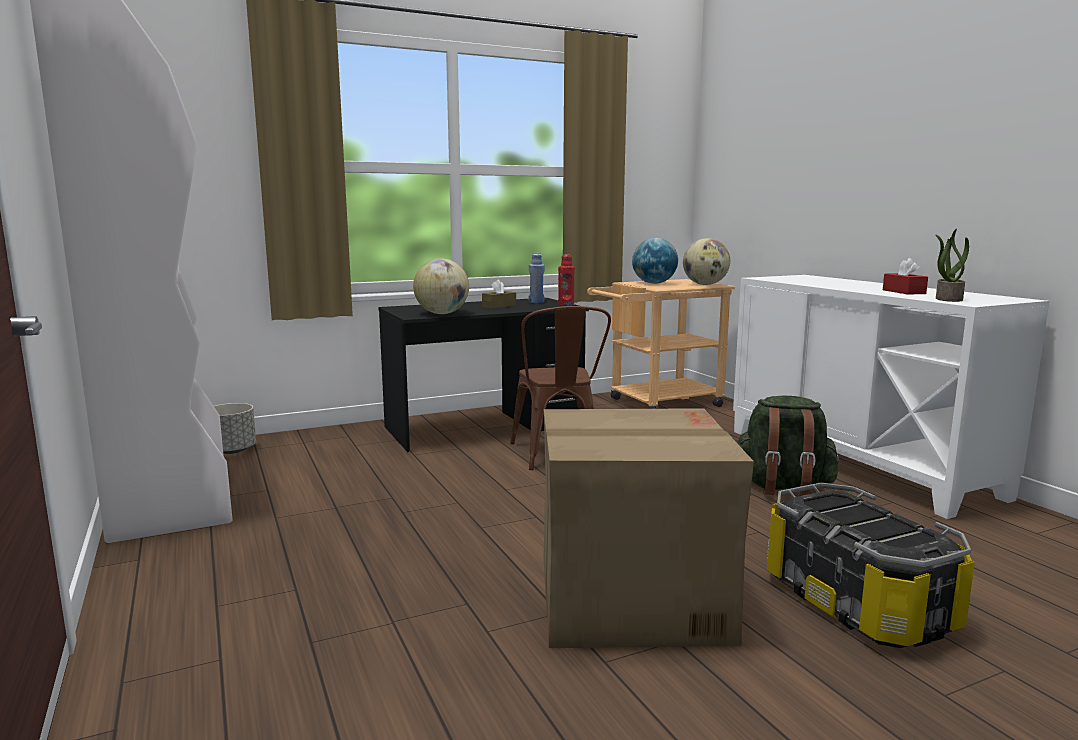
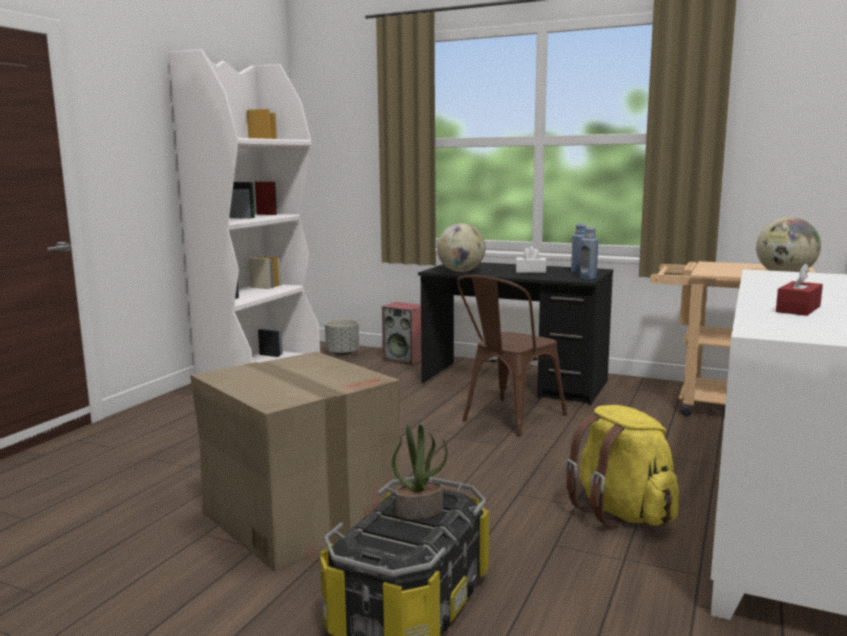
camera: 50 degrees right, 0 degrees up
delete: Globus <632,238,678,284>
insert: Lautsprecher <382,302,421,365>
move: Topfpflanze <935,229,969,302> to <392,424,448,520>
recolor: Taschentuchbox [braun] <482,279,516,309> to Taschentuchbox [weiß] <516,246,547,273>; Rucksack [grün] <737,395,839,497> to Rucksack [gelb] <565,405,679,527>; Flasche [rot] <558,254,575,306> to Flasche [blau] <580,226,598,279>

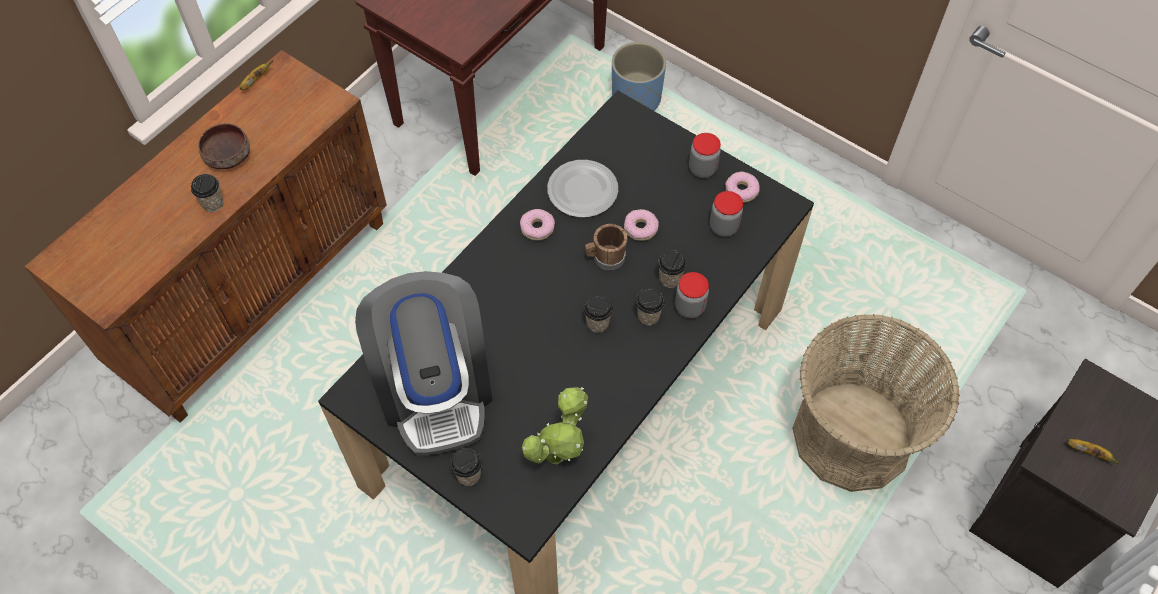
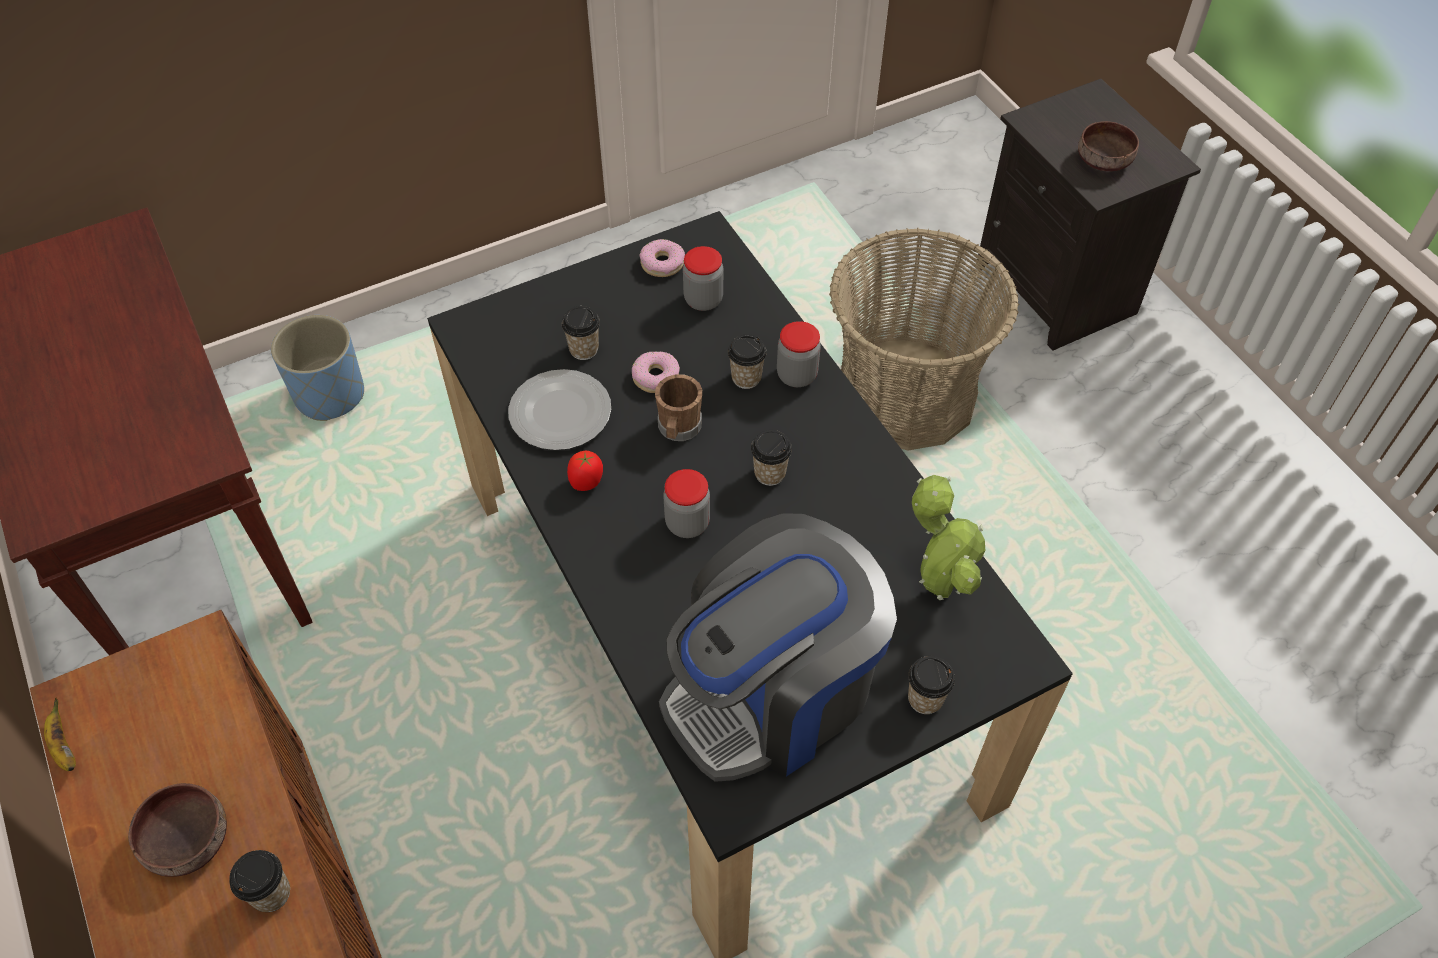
camera: 65 degrees left, 5 degrees down
move: Tasse <636,288,665,326> to <562,306,600,360>; Vorratsglas <689,133,721,178> to <663,469,710,538>
replace: Donut <520,209,555,241> to Tomate <567,451,603,491>; Banane <1067,439,1120,464> to Schüssel [braun] <1078,121,1139,171>
rotate: Kaffeemaschine <355,271,493,455> = <659,513,897,782> 135 degrees clockwise

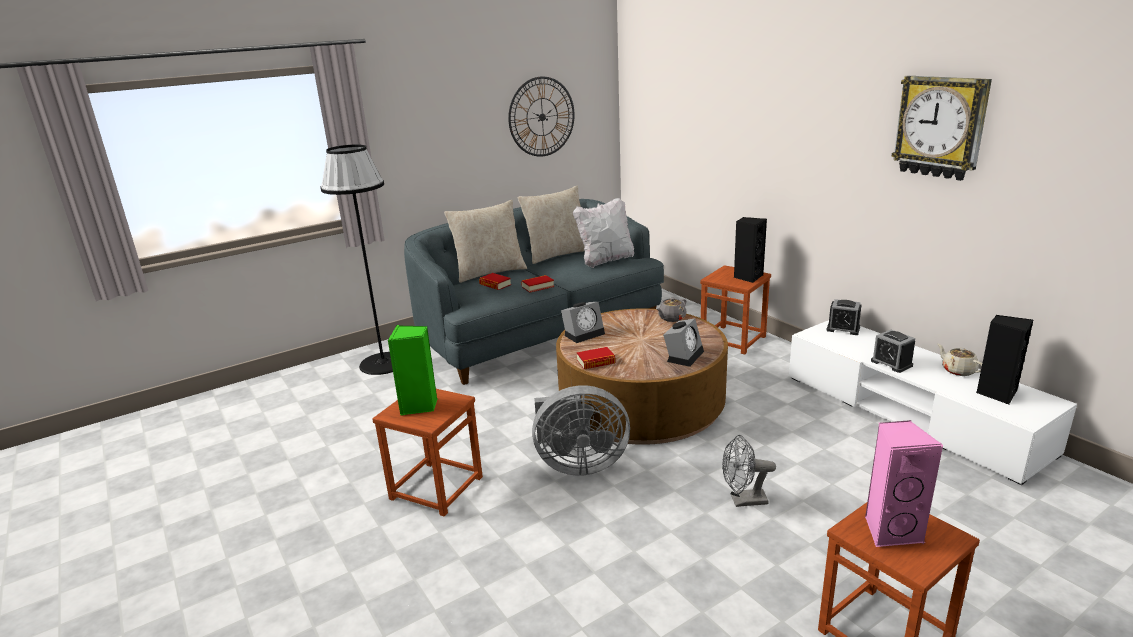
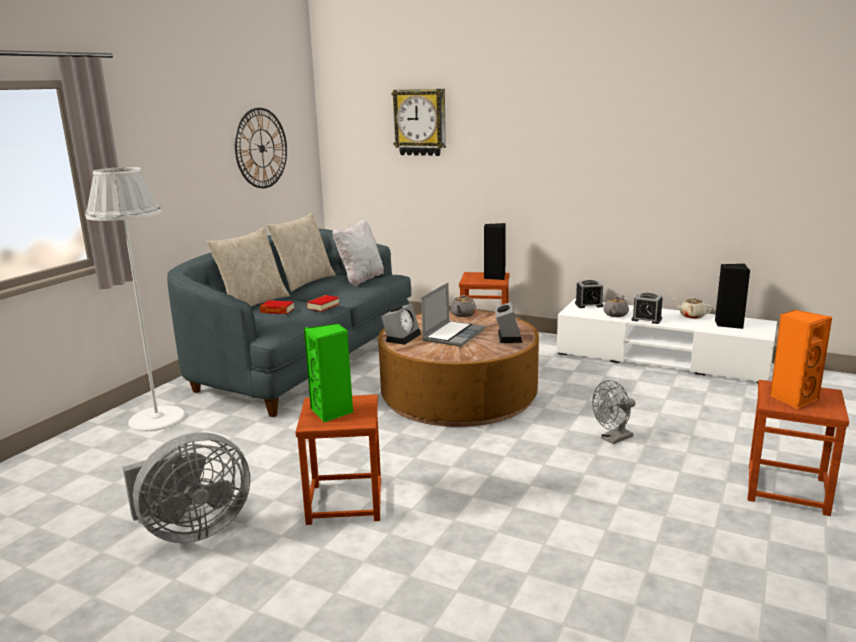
camera: 30 degrees left, 5 degrees down
delete: Buch <577,347,616,369>
insert: Laptop <421,283,485,347>; Teekanne [grau] <603,295,629,317>
move: Ventilator [grau] <532,385,630,476> to <123,432,250,543>; Wanduhr <891,76,992,181> to <391,89,446,156>
recolor: Stehlampe [schwarz] <321,144,393,375> to Stehlampe [weiß] <85,167,186,431>; Lautsprecher [rosa] <865,420,944,547> to Lautsprecher [orange] <770,310,832,409>

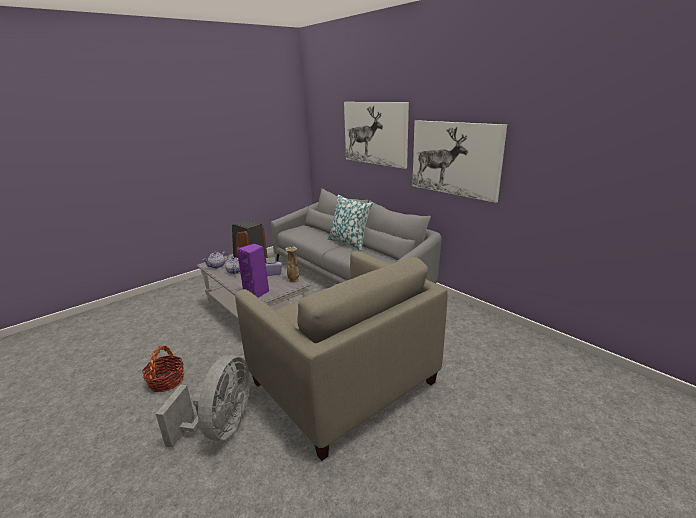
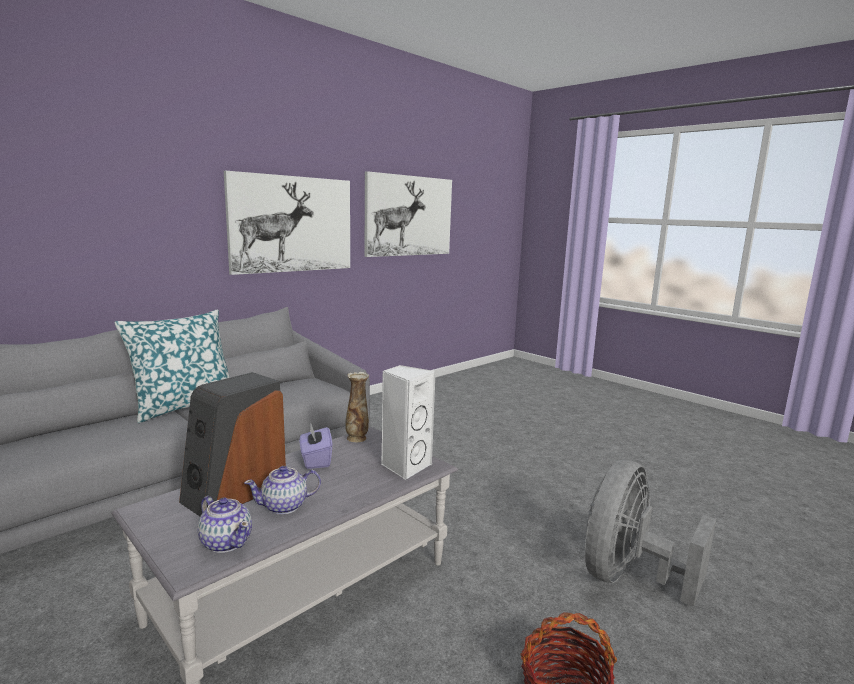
camera: 95 degrees left, 10 degrees down
delete: Sessel [beige] <235,251,448,461>
move: Bild <344,102,409,169> to <364,171,452,257>
recolor: Lautsprecher [lila] <237,243,269,298> to Lautsprecher [weiß] <381,365,436,480>
rotate: Ventilator [grau] <156,355,250,447> = <585,460,716,607> 60 degrees counterclockwise

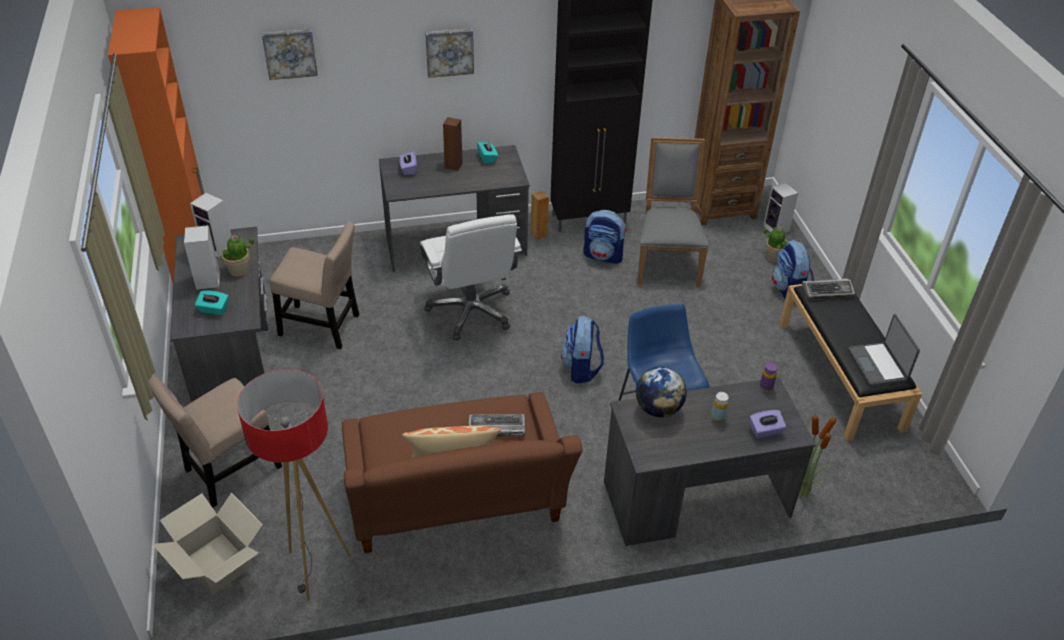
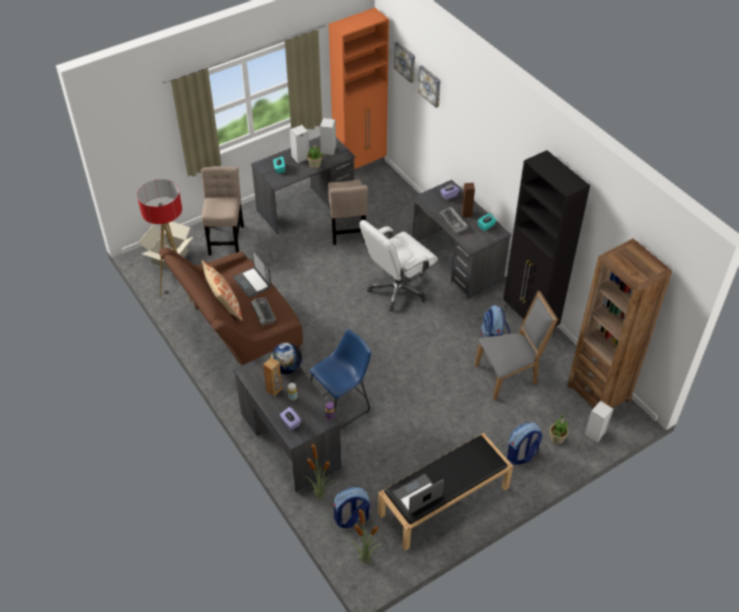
camera: 70 degrees right, 5 degrees up
insert: Laptop <233,249,271,298>; Topfpflanze <350,506,381,564>
move: Lautsprecher [braun] <530,190,549,240> to <263,358,282,396>; Rucksack <561,316,604,383> to <334,487,370,528>; Bild <425,28,474,78> to <394,41,415,83>; Tastatur <802,279,855,300> to <439,207,468,234>
rotate: Stuhl [beige] <149,376,282,507> = <201,167,244,255> 60 degrees clockwise

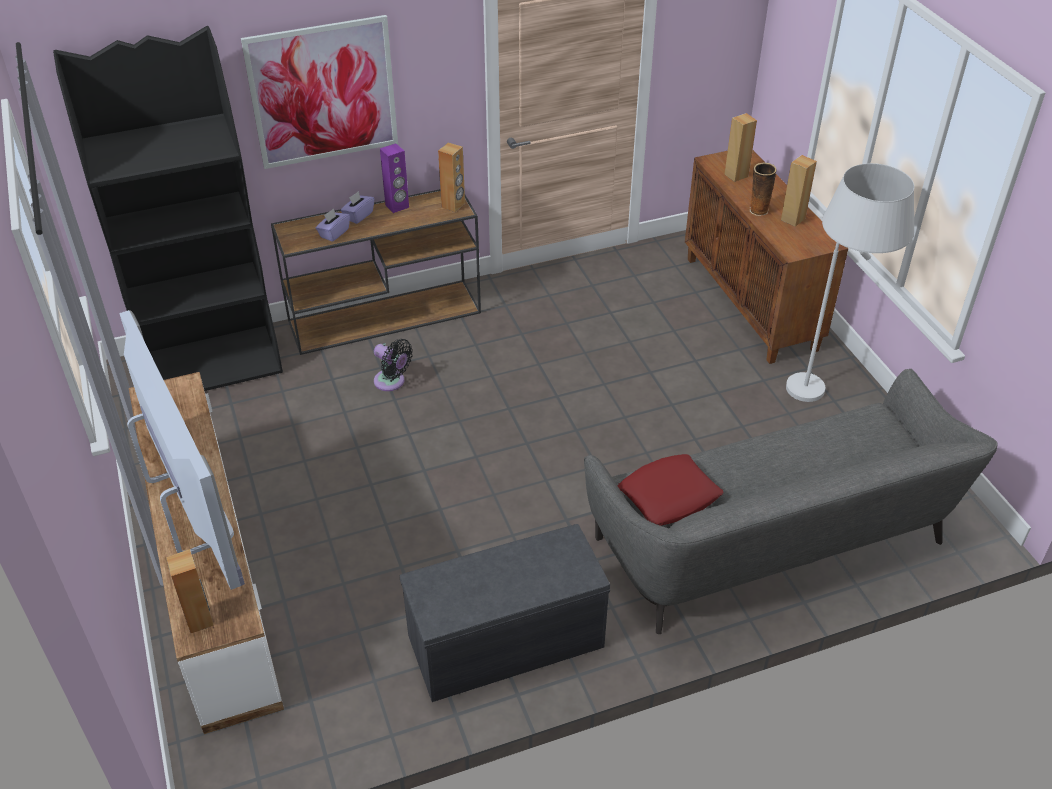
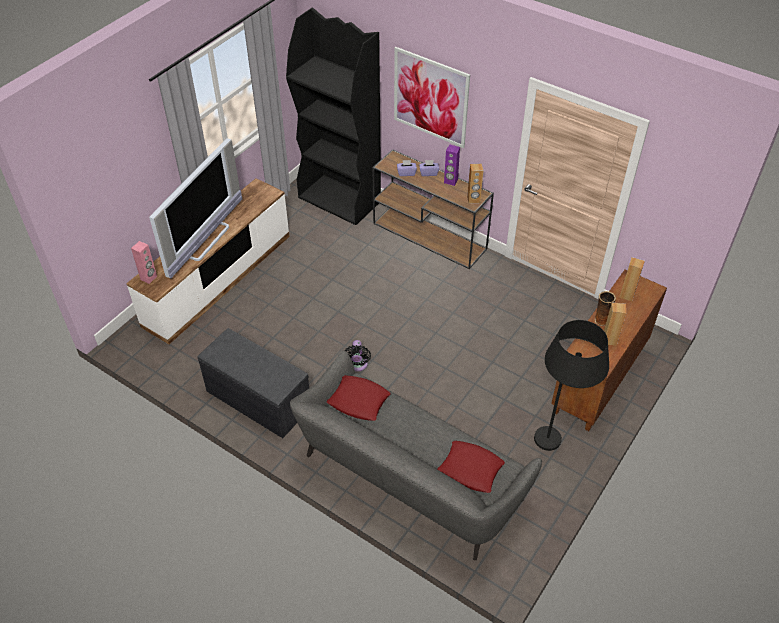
camera: 55 degrees right, 5 degrees up
insert: Kissen [rot] <437,441,505,493>
move: Ventilator [schwarz] <374,339,413,391> to <345,340,371,371>
recolor: Lautsprecher [braun] <166,549,214,633> to Lautsprecher [rosa] <131,241,157,284>; Stehlampe [weiß] <786,163,914,402> to Stehlampe [schwarz] <534,320,609,451>

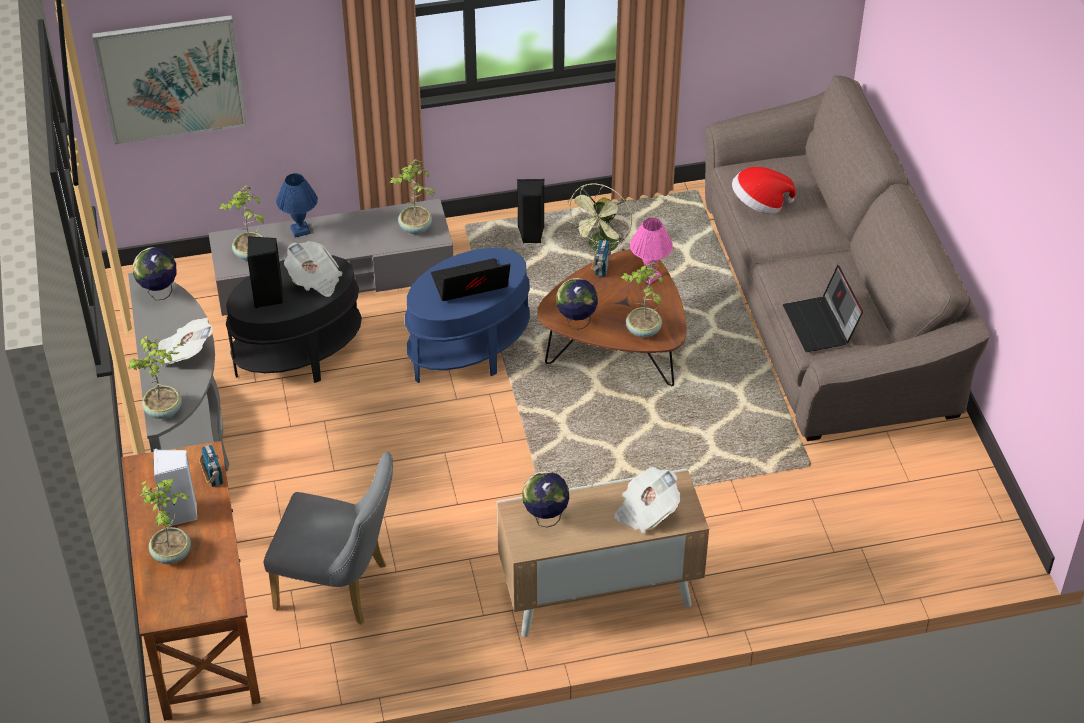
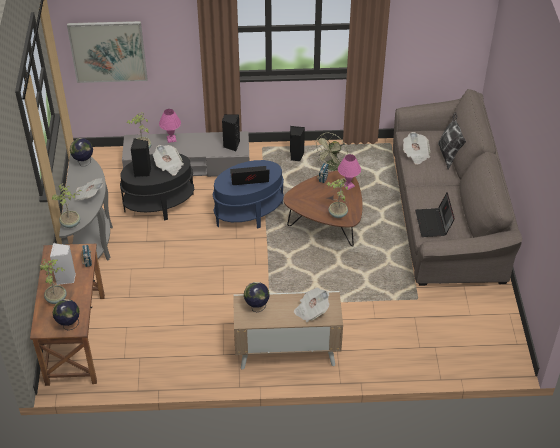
camera: 10 degrees right, 0 degrees up
delete: Stuhl [grau] <264,452,393,625>
insert: Kissen <438,112,466,169>
move: Globus <556,278,598,330> to <53,299,80,330>
replace: Topfpflanze <389,159,435,234> to Lautsprecher [schwarz] <222,114,240,151>; Hut <732,167,796,214> to Zeitung <403,132,430,165>
recolor: Tischlampe [blau] <276,173,318,238> to Tischlampe [rosa] <159,109,181,143>

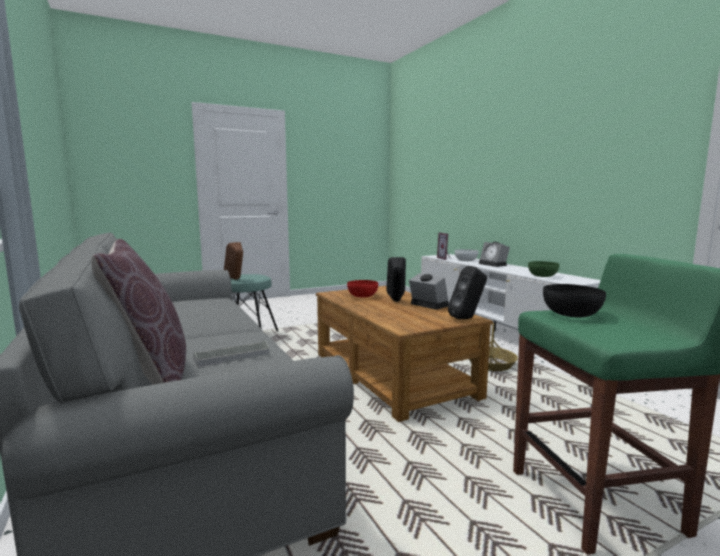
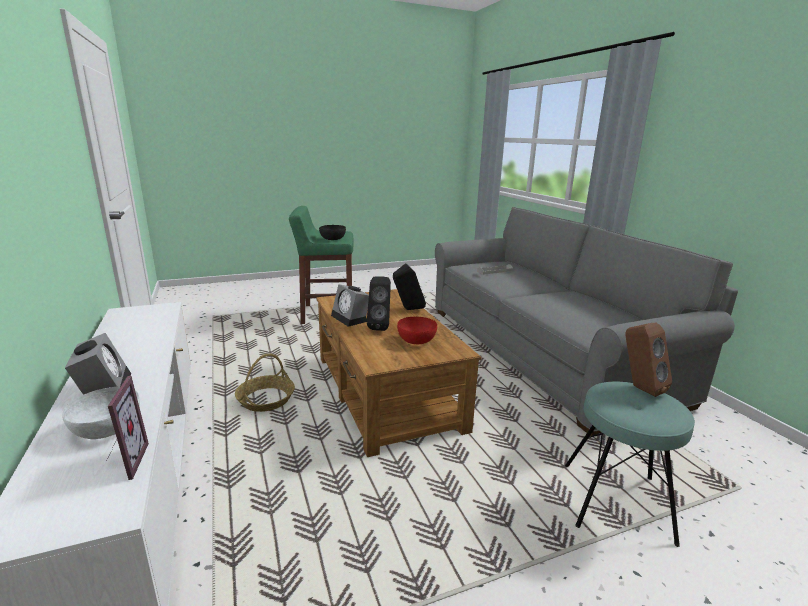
camera: 175 degrees left, 10 degrees up
delete: Kissen [braun] <91,239,186,385>; Schüssel [grün] <528,261,559,277>
move: Lautsprecher [schwarz] <448,266,487,319> to <393,263,426,310>

